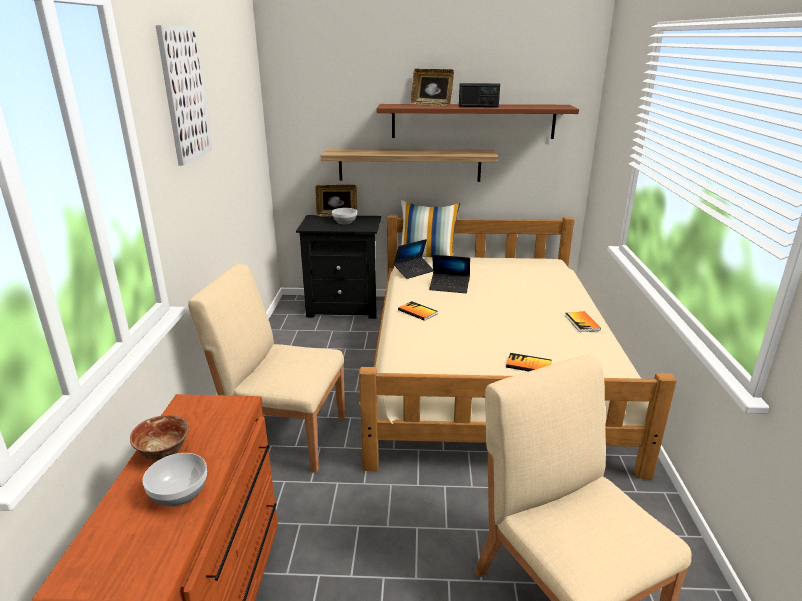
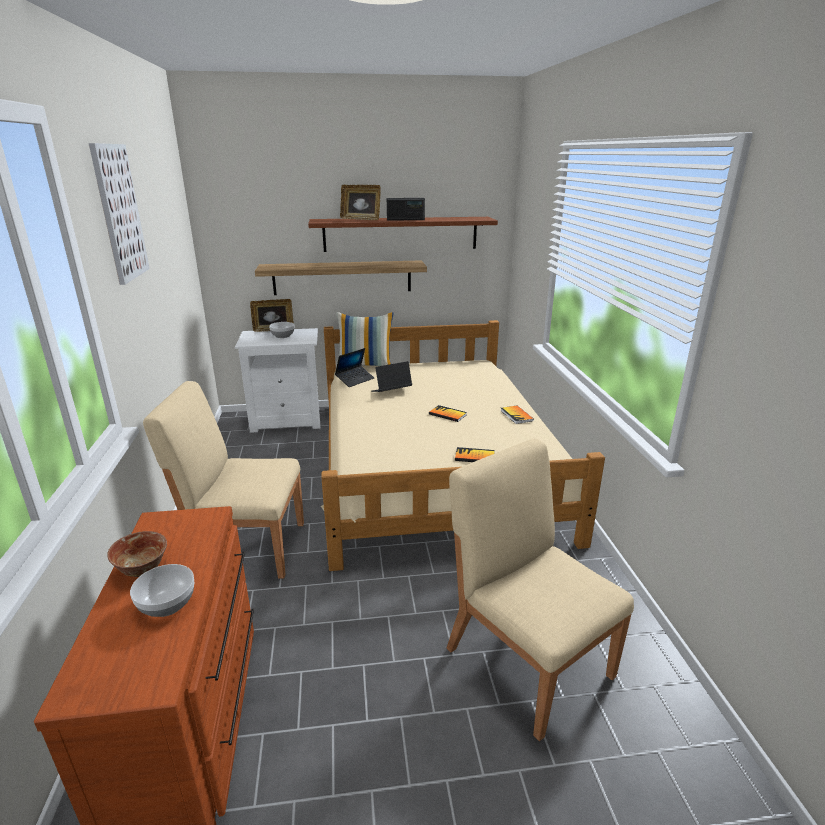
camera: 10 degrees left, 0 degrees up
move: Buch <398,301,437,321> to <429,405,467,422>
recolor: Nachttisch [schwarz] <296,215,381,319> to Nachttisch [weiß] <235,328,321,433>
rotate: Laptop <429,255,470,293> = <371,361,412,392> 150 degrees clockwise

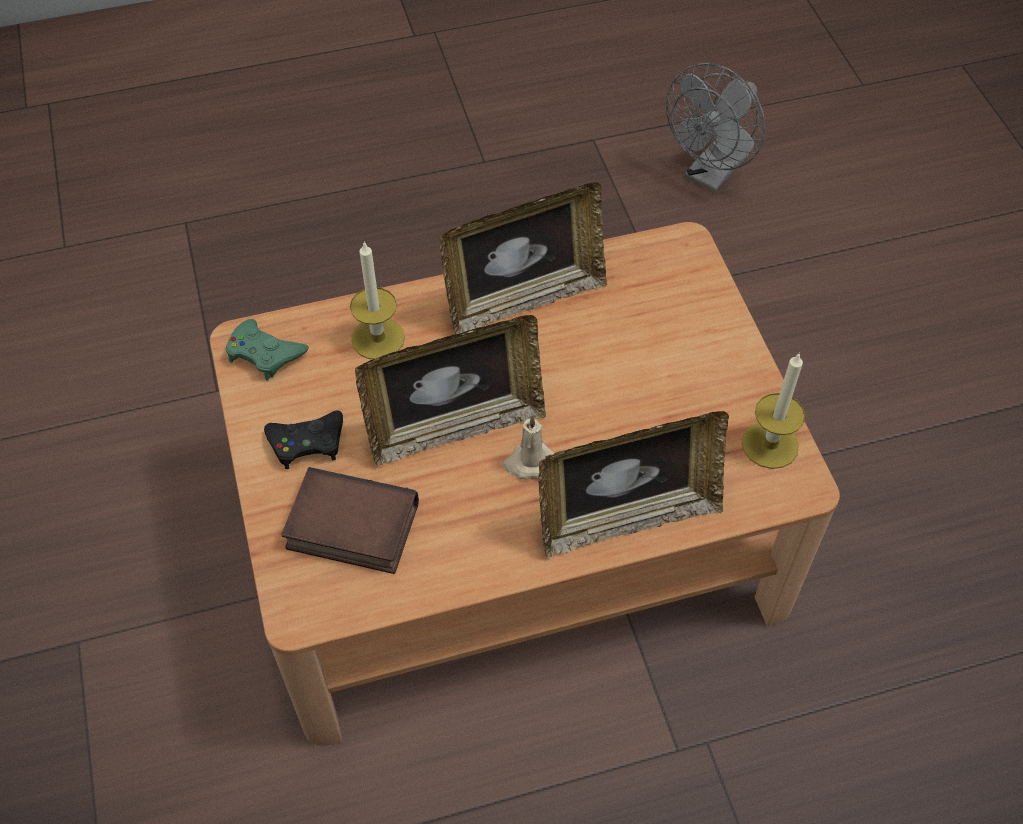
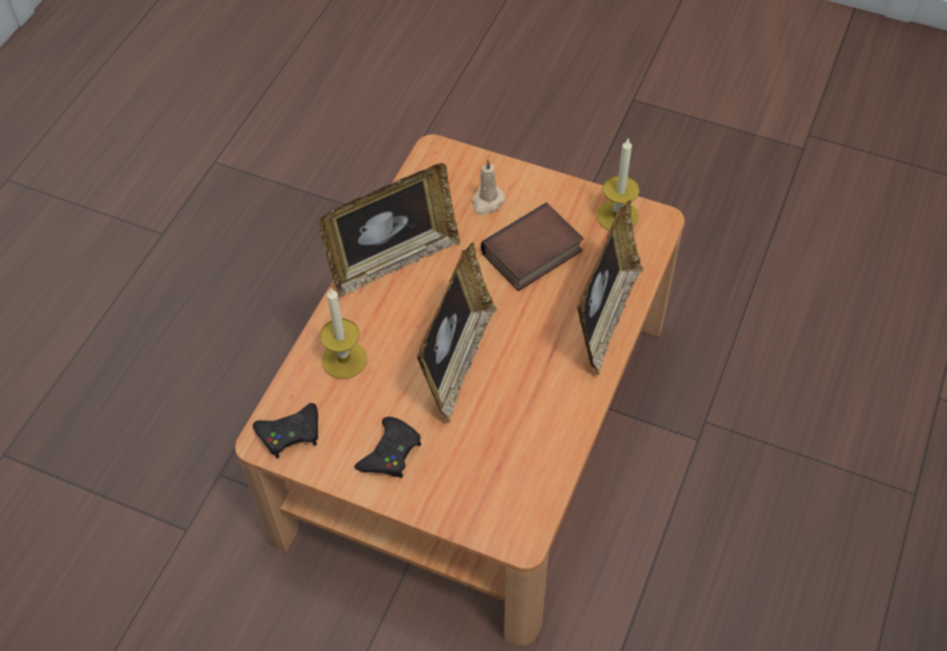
camera: 50 degrees left, 0 degrees up
delete: Ventilator [grau] <666,63,765,192>
move: Kerze [beige] <503,415,554,480> to <471,159,506,215>; Buch <281,467,419,574> to <481,203,583,291>
recolor: Gamepad [grün] <226,319,309,381> to Gamepad [schwarz] <253,403,318,458>
rotate: Bilderrahmen <440,182,607,334> = <318,163,460,296> 45 degrees clockwise

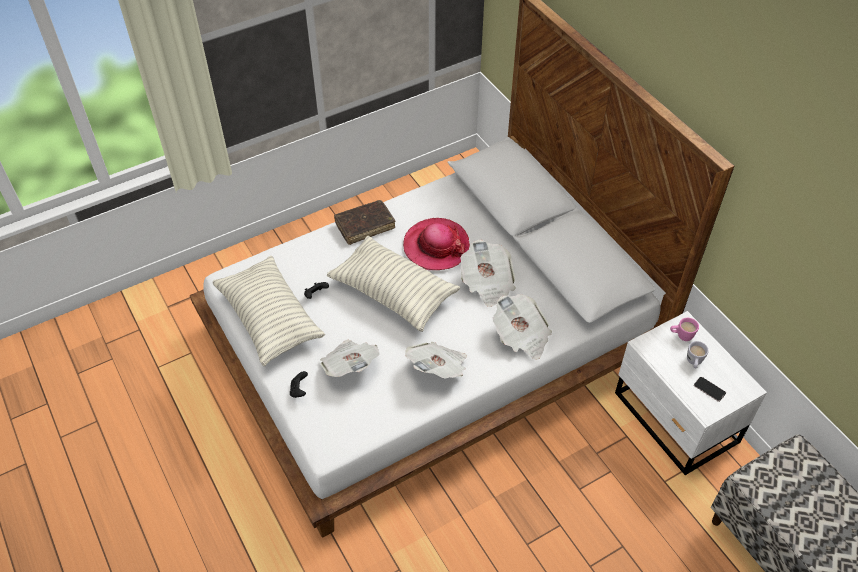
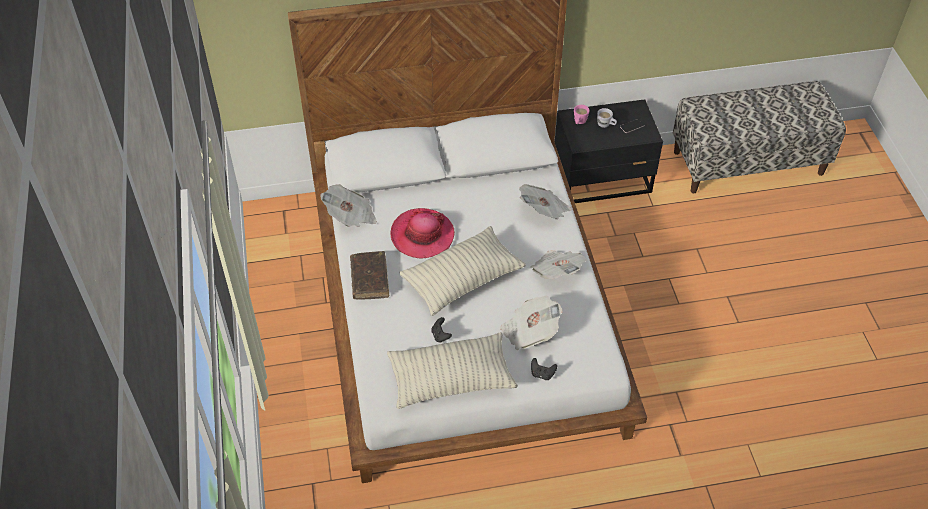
camera: 70 degrees left, 0 degrees up
move: Zeitung <460,239,516,307> to <320,184,377,227>
recolor: Nachttisch [weiß] <615,311,767,475> to Nachttisch [schwarz] <555,99,663,203>

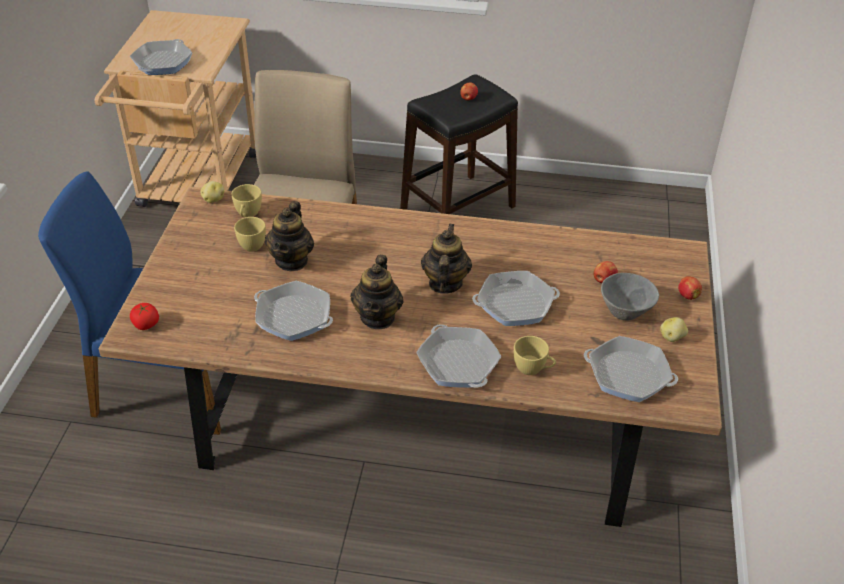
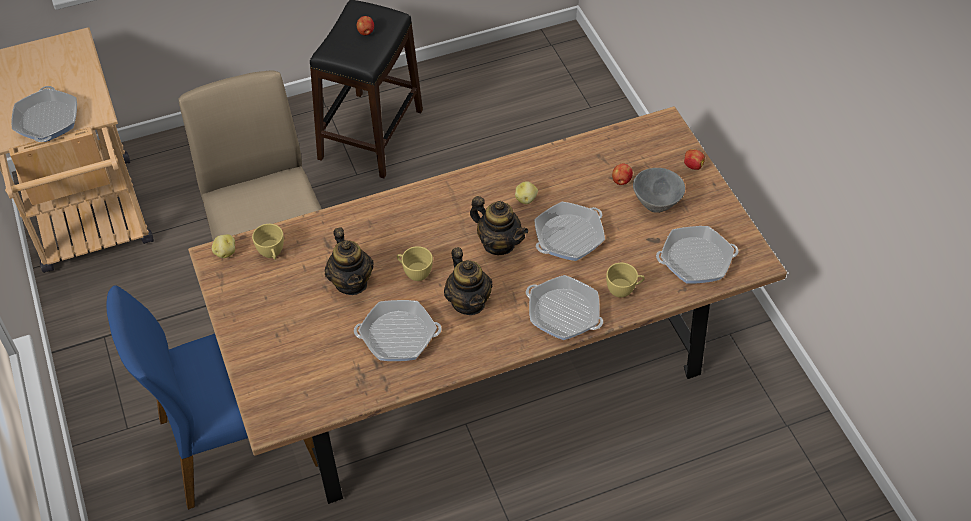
camera: 30 degrees left, 10 degrees up
delete: Tomate <130,303,159,330>
move: Tasse [gelb] <234,217,266,252> to <397,246,433,281>; Kartoffel <660,317,688,342> to <515,181,538,204>
rotate: Teekanne <421,224,472,294> = <470,196,528,255> 150 degrees clockwise

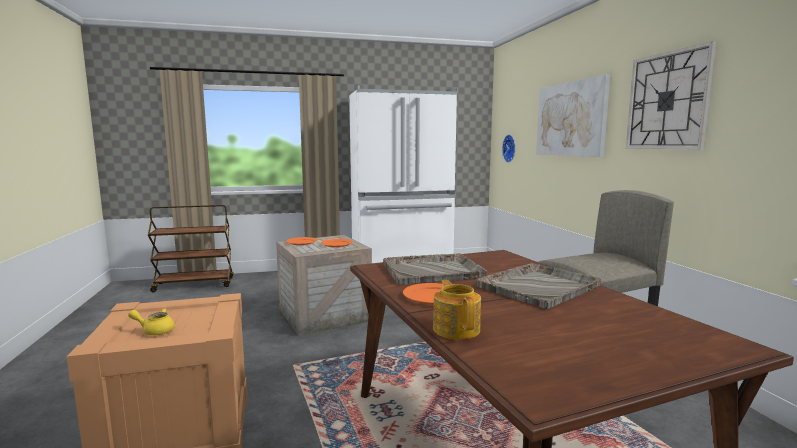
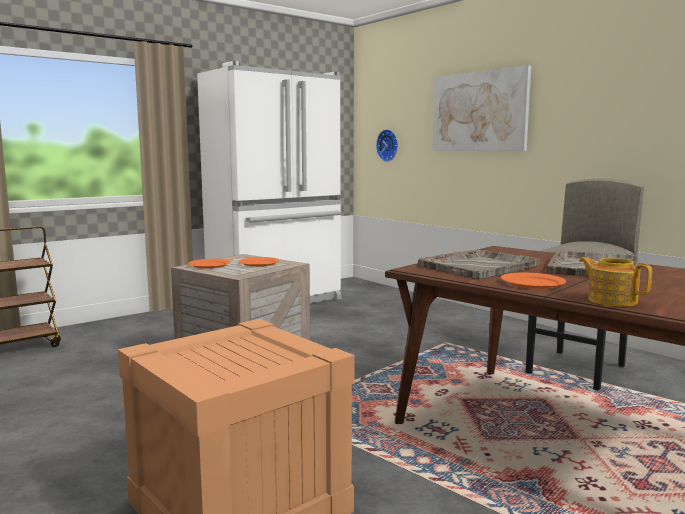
camera: 25 degrees left, 0 degrees up
delete: Teekanne [gelb] <128,308,175,335>; Wanduhr <626,41,717,150>

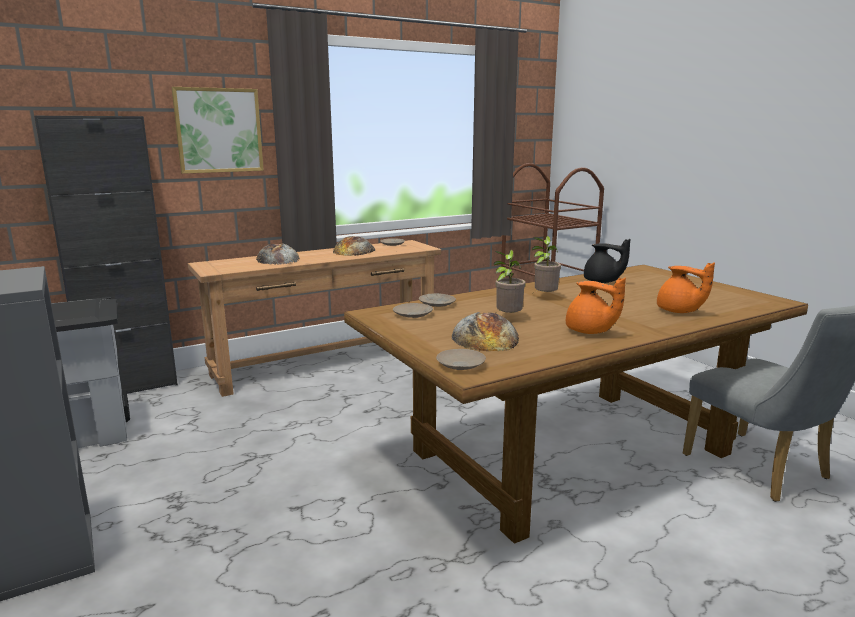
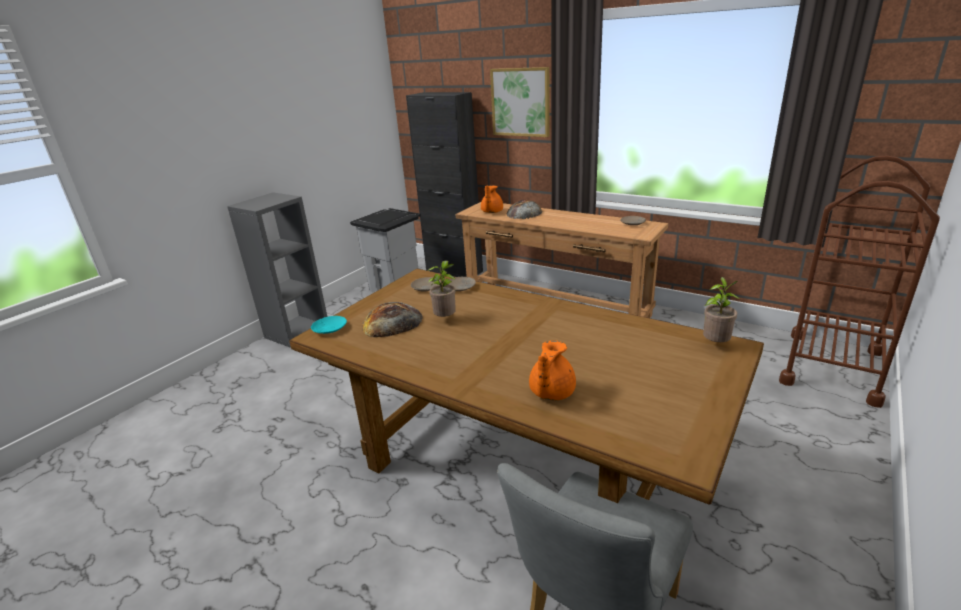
camera: 65 degrees right, 10 degrees up
delete: Brot <333,236,375,256>; Teekanne [schwarz] <584,239,631,283>
move: Teekanne [orange] <566,277,626,334> to <481,185,503,213>; Topfpflanze <531,236,561,295> to <703,277,739,342>
recolor: Teller [beige] <436,349,486,370> to Teller [türkis] <311,316,347,334>

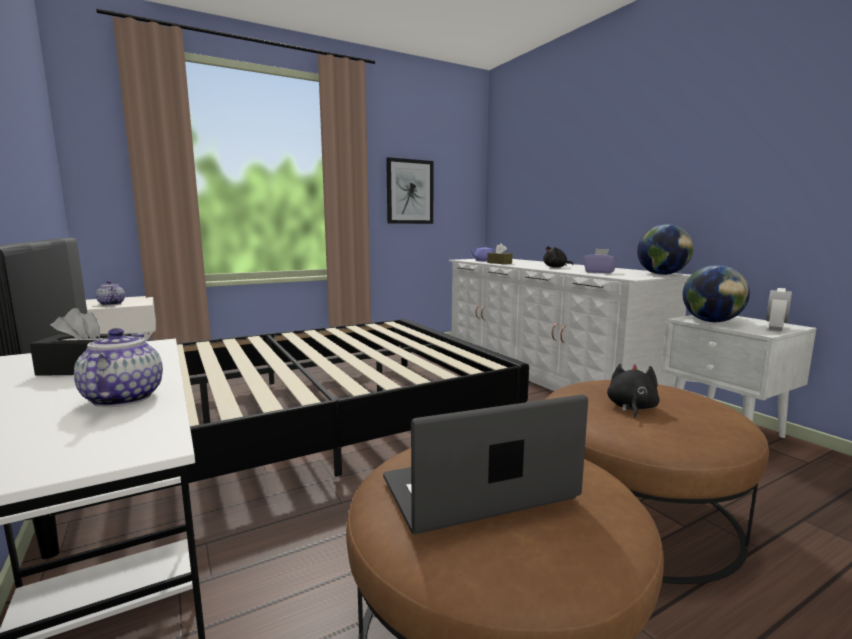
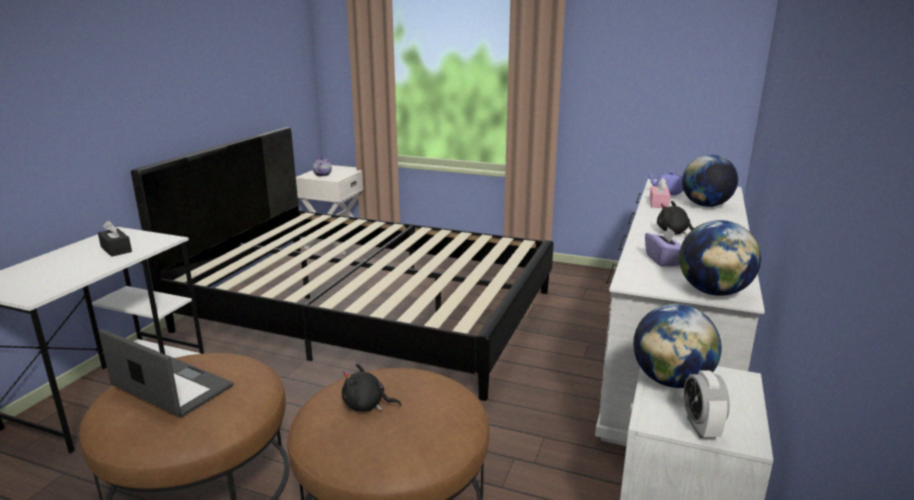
camera: 50 degrees right, 10 degrees up
delete: Teekanne <74,328,163,407>; Bild <386,157,433,224>
insert: Globus <682,154,738,207>
recolor: Taschentuchbox [braun] <487,243,512,264> to Taschentuchbox [rosa] <649,178,671,208>
rotate: Plüschtier [schwarz] <607,364,660,419> = <342,364,401,412> 150 degrees counterclockwise; Wecker <766,288,792,331> = <684,370,730,438> 90 degrees clockwise

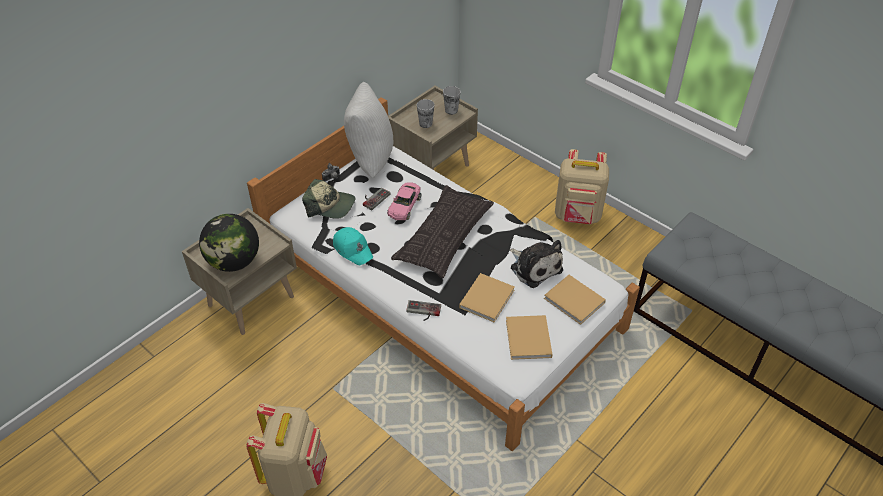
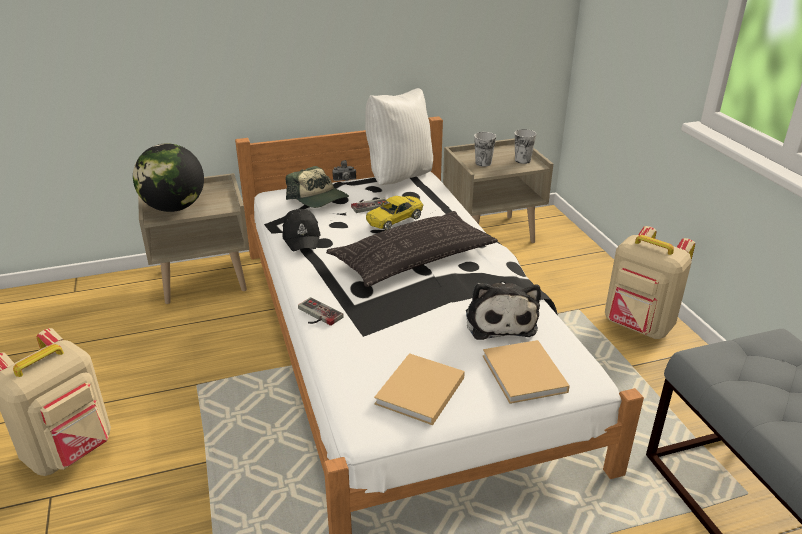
camera: 30 degrees right, 15 degrees down
delete: Buch [beige] <459,273,515,322>
recolor: Kappe [türkis] <333,227,373,265> to Kappe [schwarz] <282,209,321,252>; Spielzeugauto [rosa] <387,182,422,220> to Spielzeugauto [gelb] <366,196,424,230>

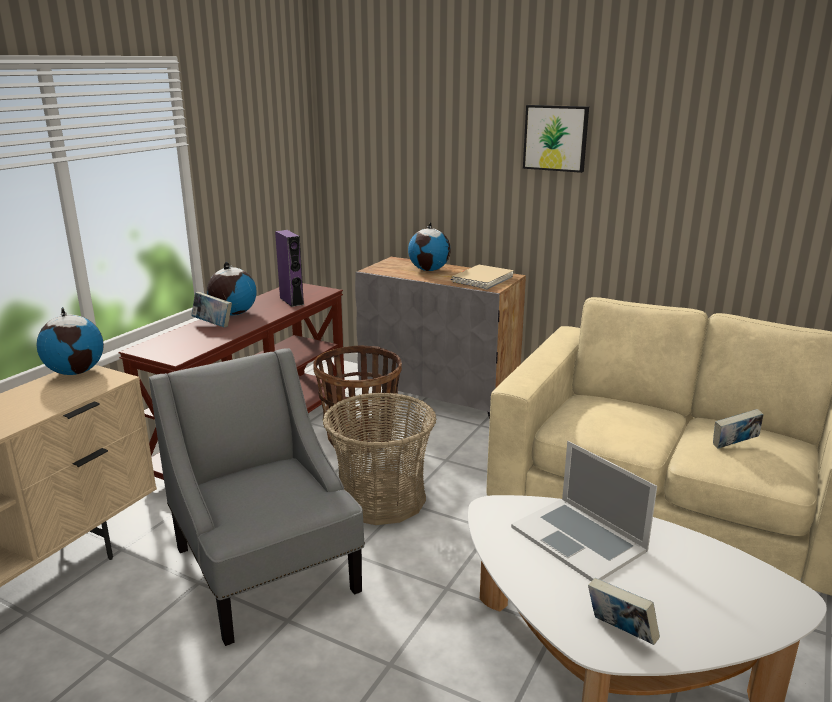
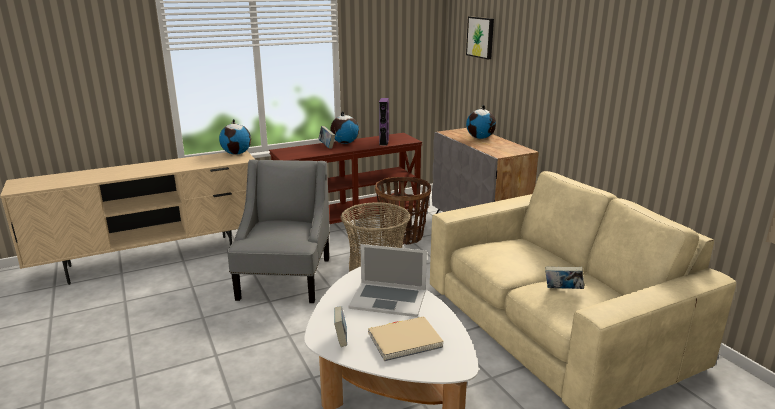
camera: 35 degrees right, 0 degrees up
move: Buch [beige] <451,265,514,290> to <368,316,444,361>; Bild <523,105,589,173> to <466,16,494,59>
rotate: Laptop <511,441,657,581> = <348,244,427,317> 75 degrees counterclockwise

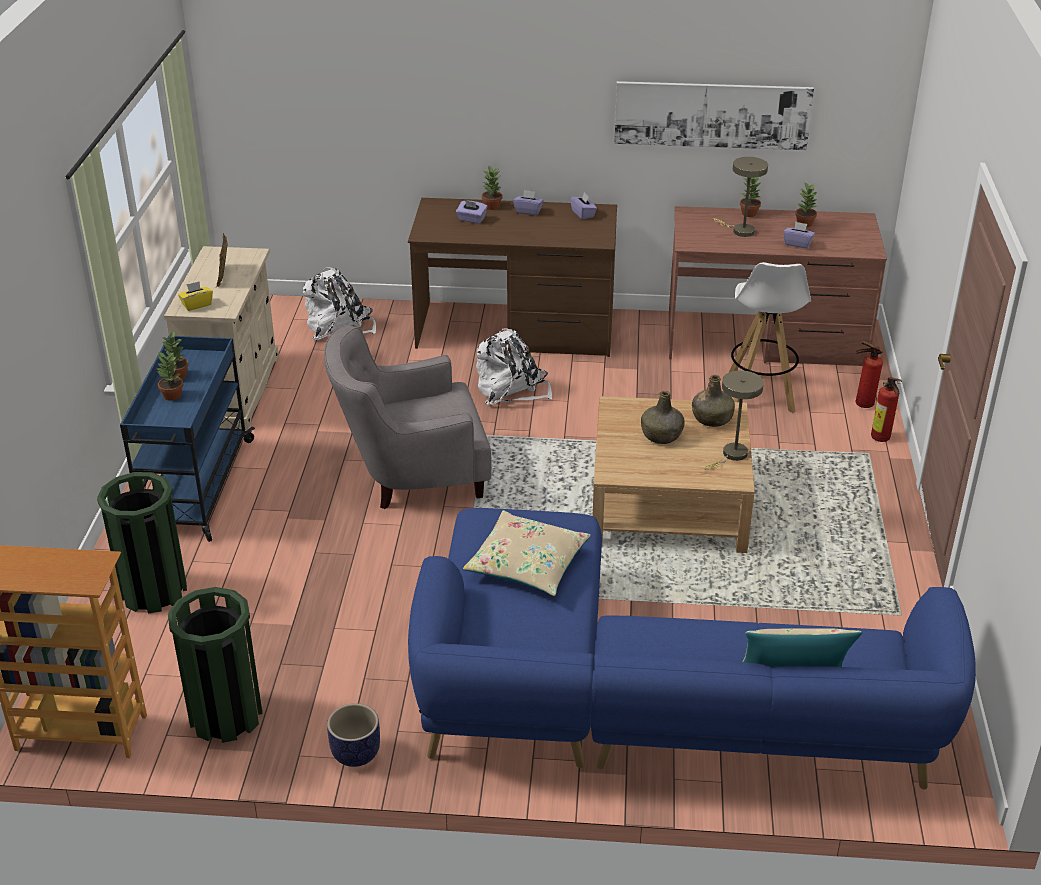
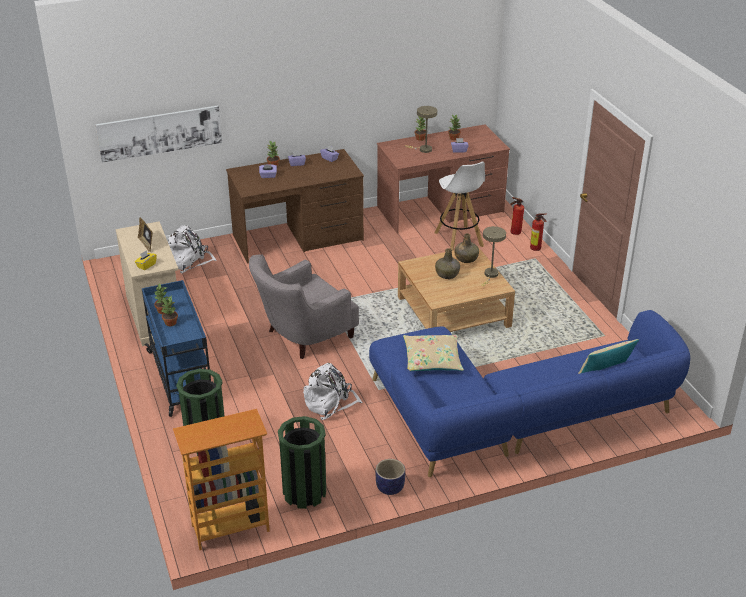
camera: 25 degrees left, 0 degrees up
move: Bild <614,81,814,150> to <96,106,222,163>; Rucksack [weiß] <476,328,552,405> to <303,363,363,420>

